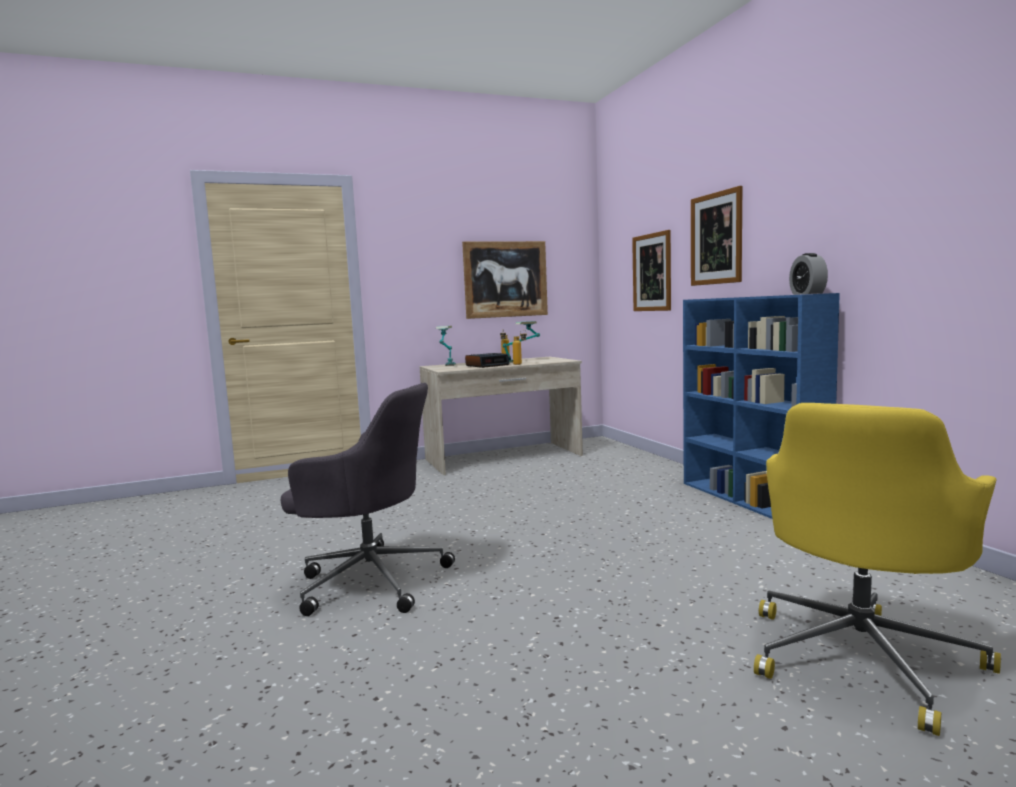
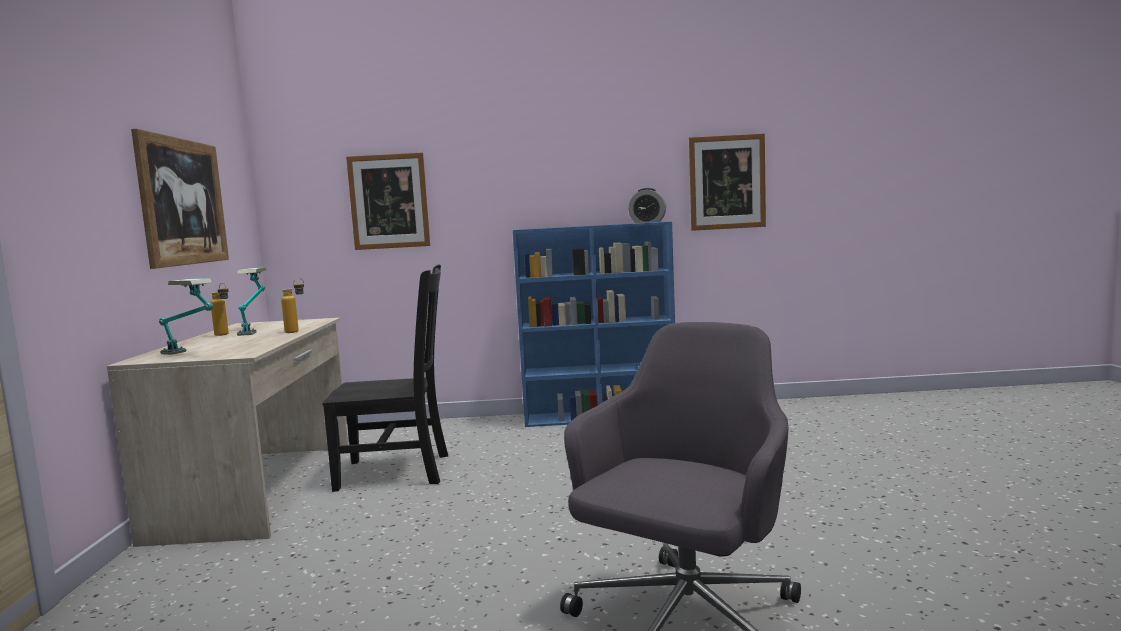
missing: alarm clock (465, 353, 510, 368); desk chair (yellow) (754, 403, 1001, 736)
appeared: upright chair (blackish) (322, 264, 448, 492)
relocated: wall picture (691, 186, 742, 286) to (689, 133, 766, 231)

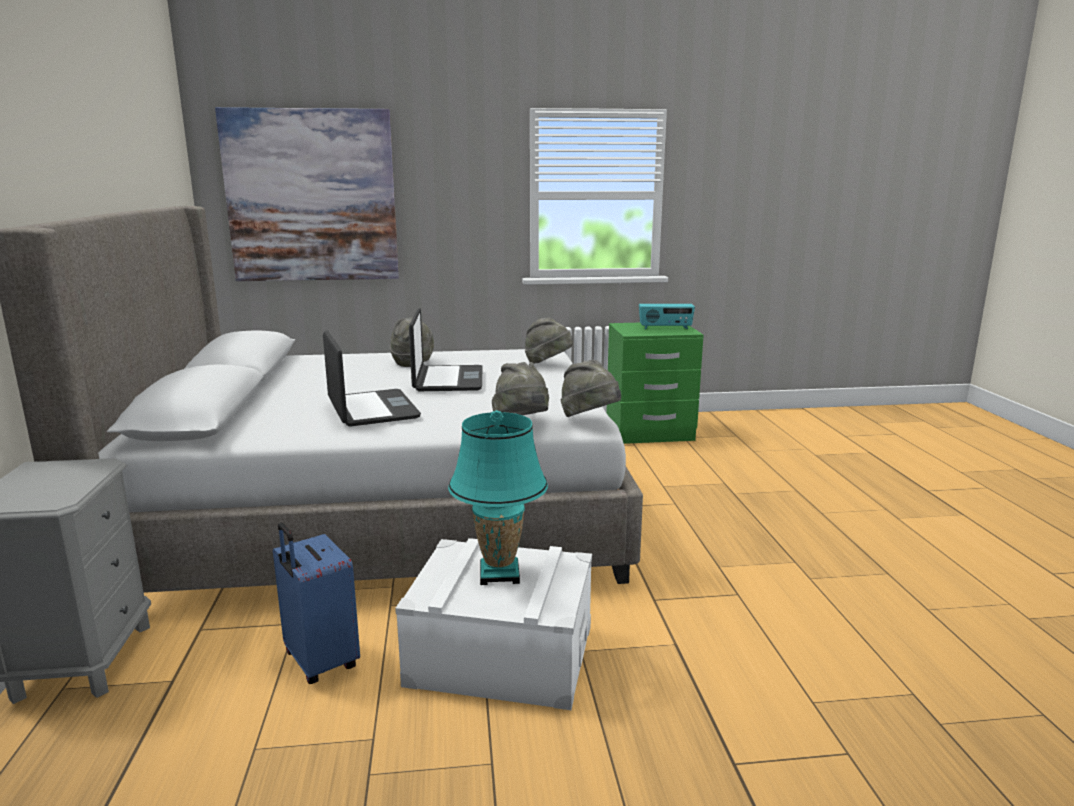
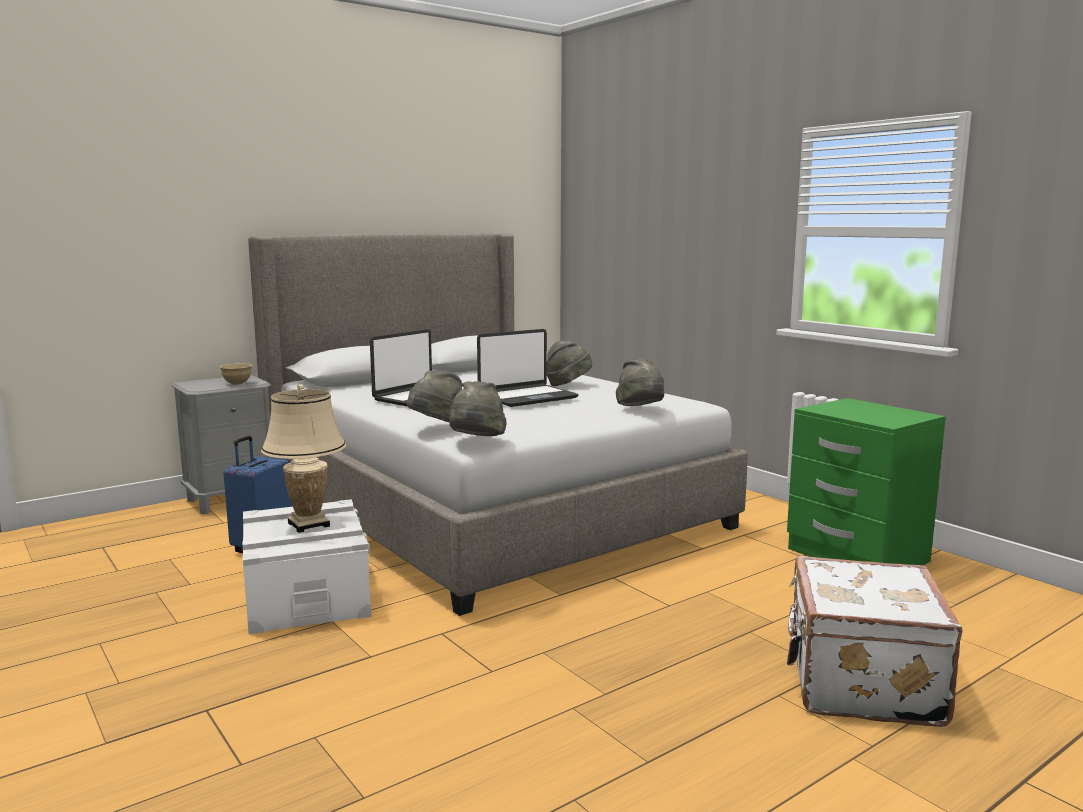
missing: wall picture (215, 107, 399, 281); radio set (639, 304, 695, 329)
appeared: serving bowl (beige-coloured) (219, 363, 253, 385); piece of luggage (whitish) (787, 556, 962, 727)
colour: lamp for a table (blue-green) (448, 410, 548, 585) to lamp for a table (beige-coloured) (261, 384, 346, 533)

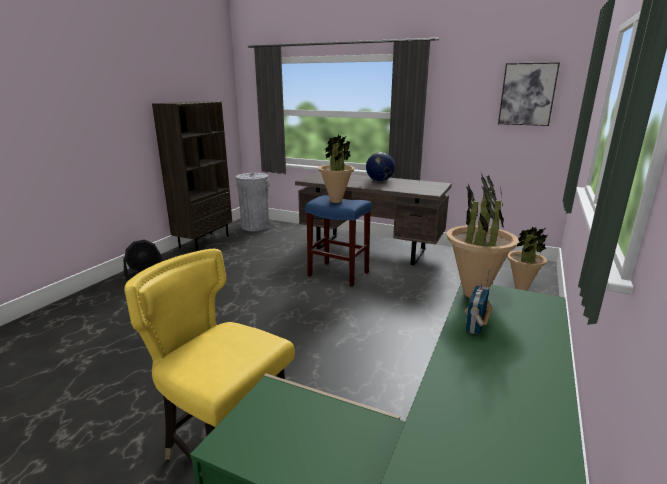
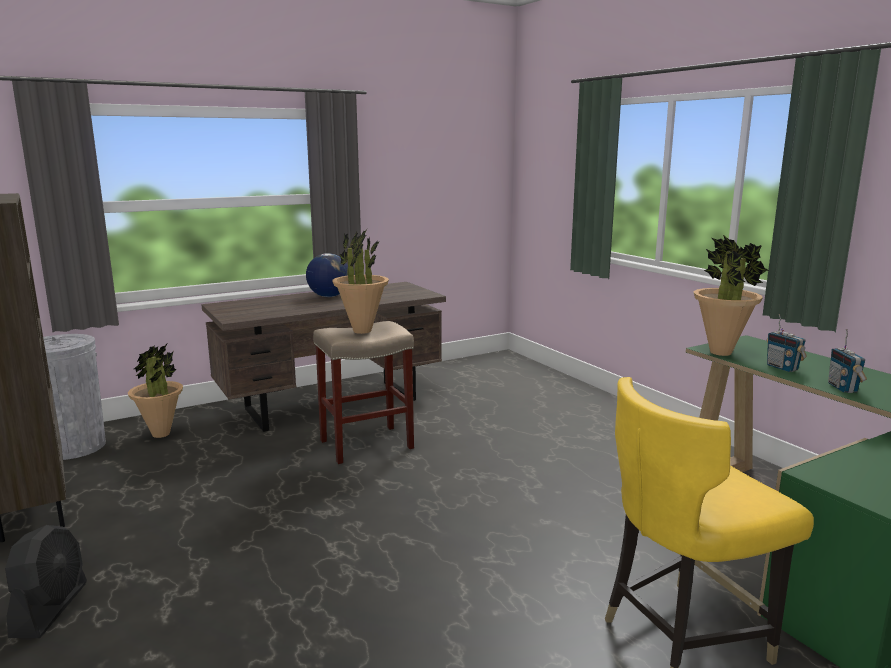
missing: wall picture (498, 62, 560, 126)
appeared: radio set (828, 329, 867, 393)
relocated: plant in a pot (507, 227, 548, 291) to (128, 344, 183, 438)
colour: stool (bluish) (305, 195, 372, 287) to stool (beige-coloured) (313, 321, 414, 464)

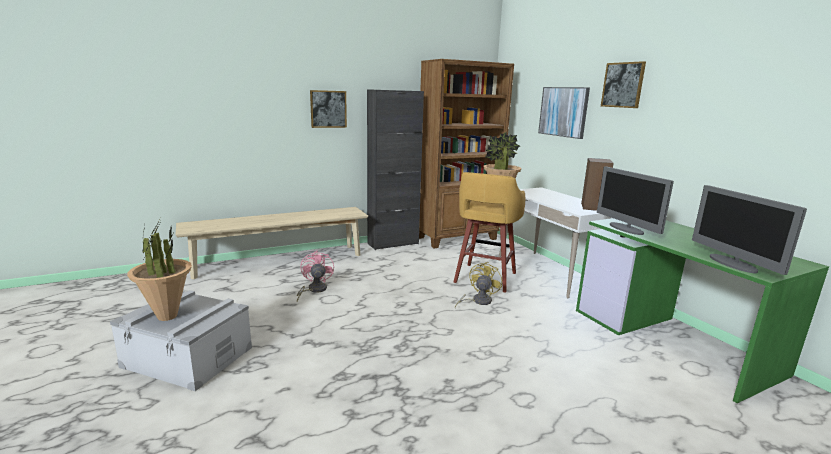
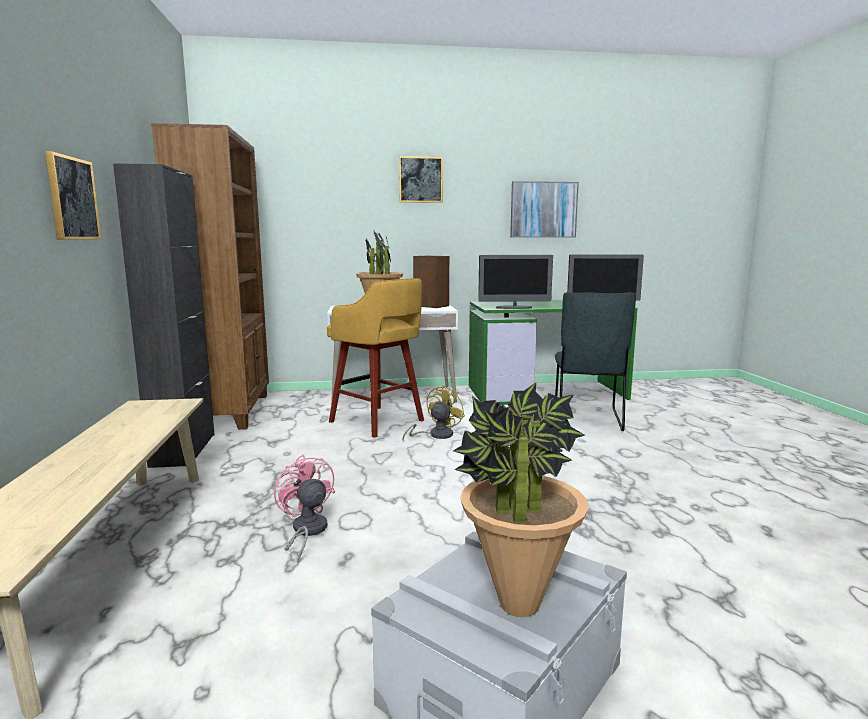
appeared: upright chair (grey) (555, 292, 636, 431)
relocated: wall picture (538, 87, 590, 139) to (510, 181, 579, 238)
spun: fan (pinkish) (297, 250, 334, 301) = (274, 454, 335, 562) 45 degrees clockwise; fan (yellow) (455, 262, 502, 308) = (402, 385, 465, 440) 75 degrees clockwise

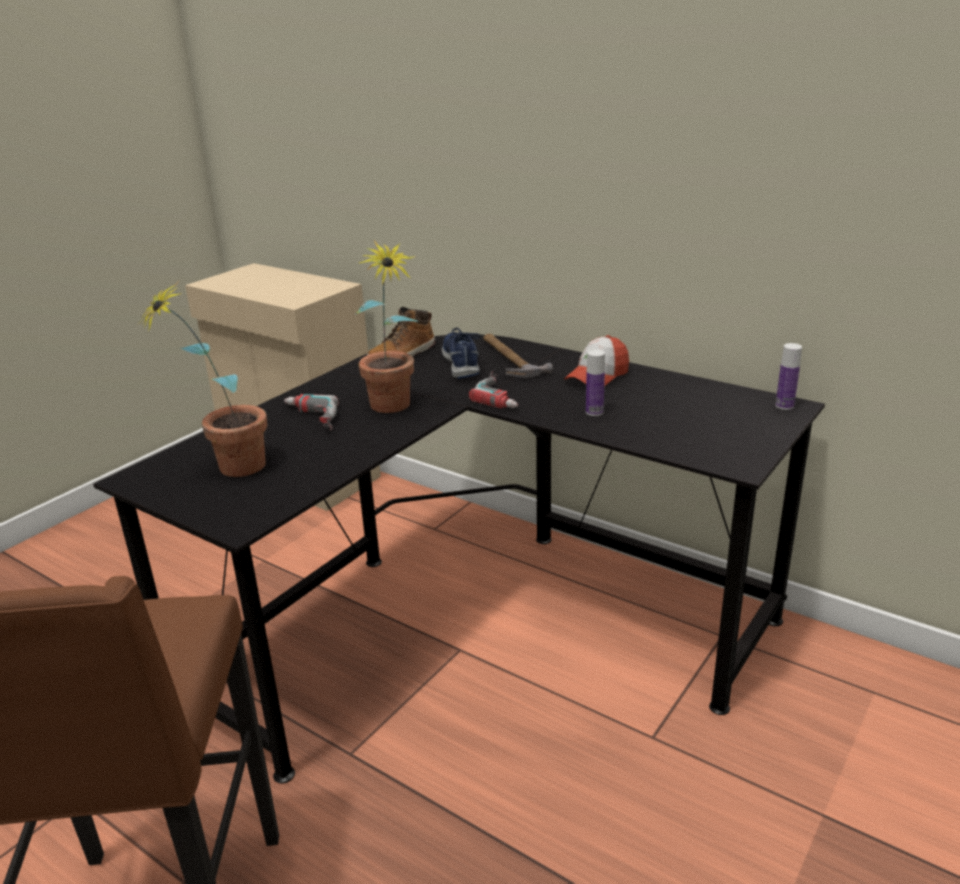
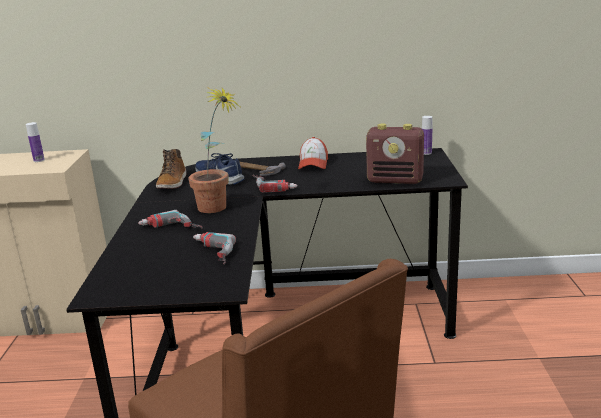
missing: plant in a pot (137, 281, 267, 477)
appeared: electric drill (193, 232, 236, 265); radio set (366, 123, 424, 184)
relocated: drink bottle (586, 350, 605, 416) to (26, 122, 45, 162)

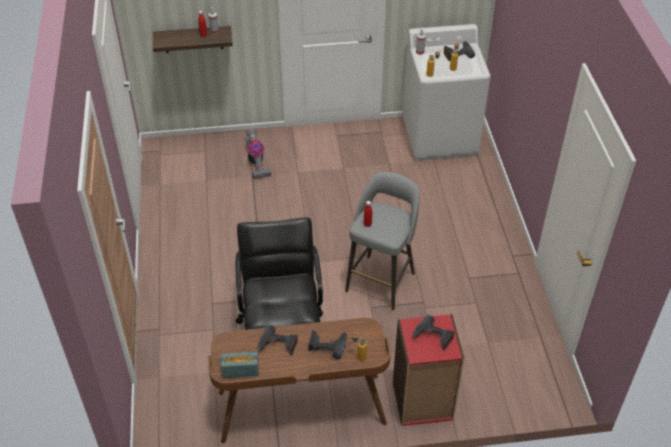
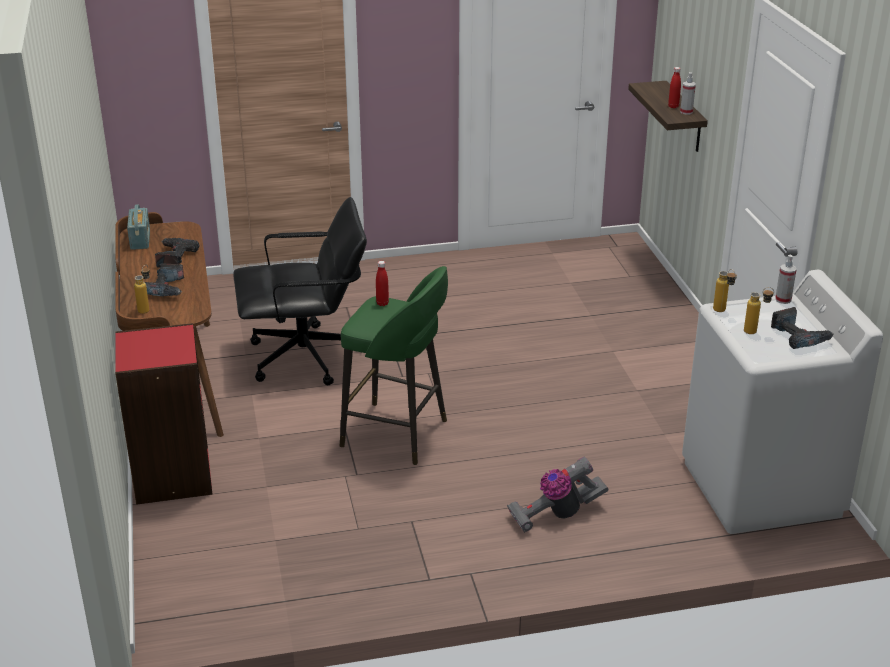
missing: electric drill (412, 315, 454, 350)
relocated: hoover (245, 129, 271, 179) to (507, 456, 609, 533)
colour: stool (grey) (345, 172, 420, 310) to stool (green-coloured) (340, 266, 448, 465)

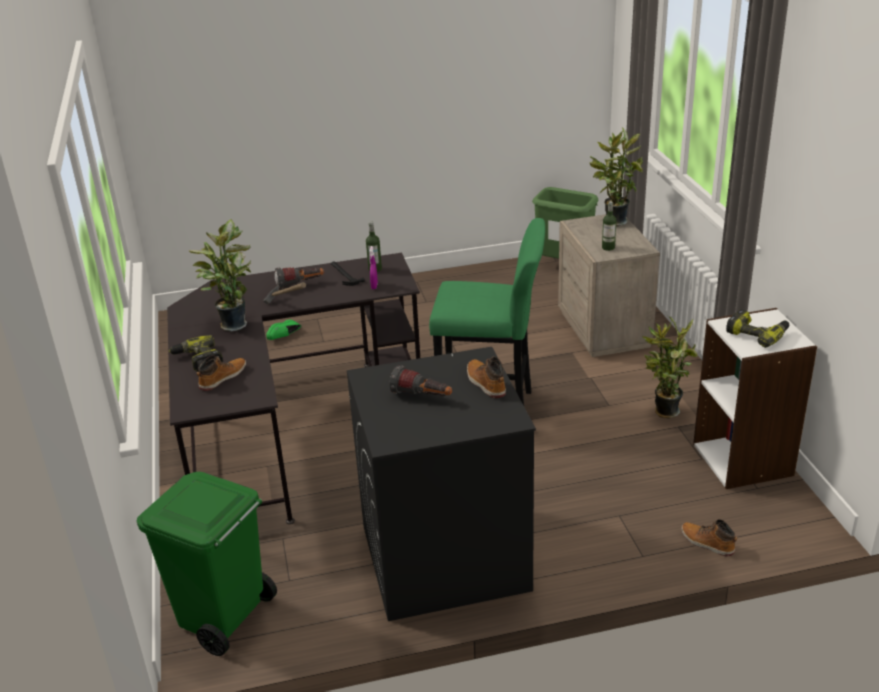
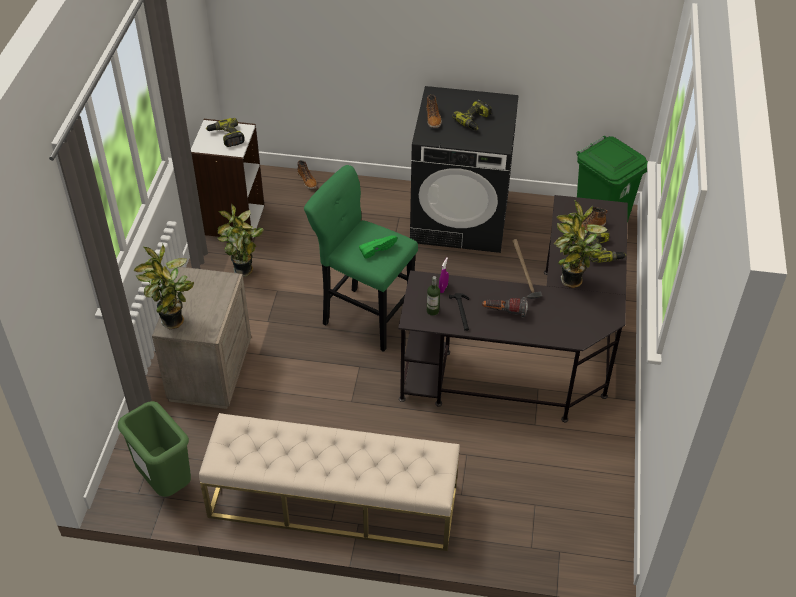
missing: drink bottle (602, 201, 616, 251)
appeared: bench (beige-coloured) (199, 413, 460, 551)
relocated: low shoe (green-coloured) (266, 319, 301, 340) to (359, 236, 397, 259)
exchanged: flashlight (390, 365, 452, 396) to electric drill (452, 99, 491, 130)

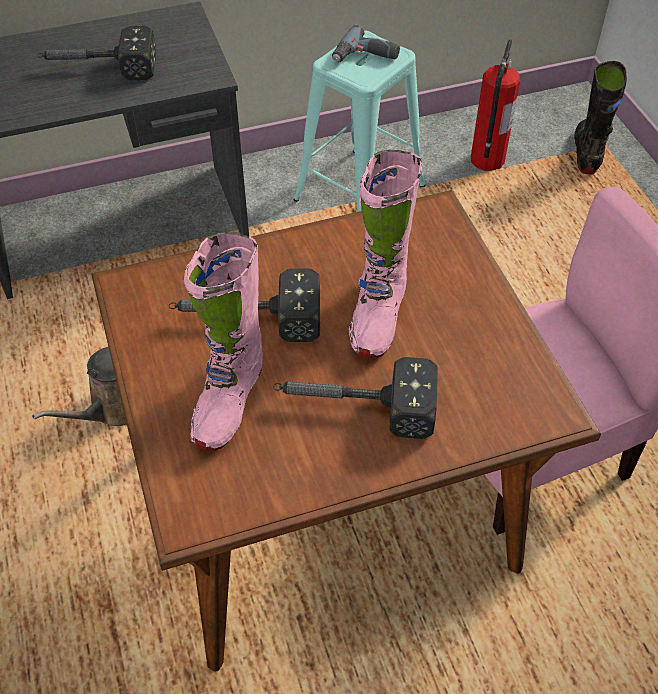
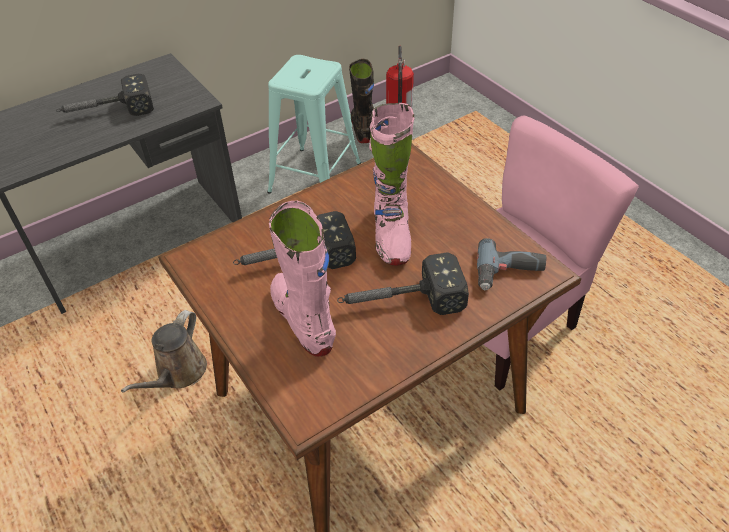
relocated: boot (blackish) (574, 61, 627, 175) to (349, 59, 374, 143); electric drill (332, 25, 400, 62) to (477, 238, 546, 290)
spun: boot (pinkish) (184, 232, 263, 451) = (269, 201, 336, 357) 150 degrees clockwise

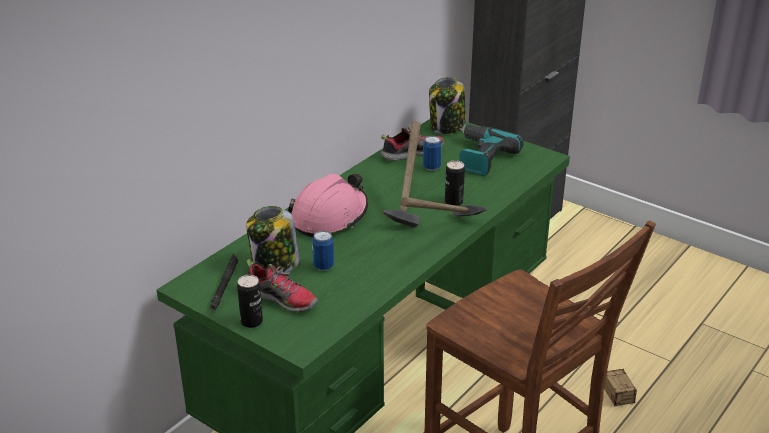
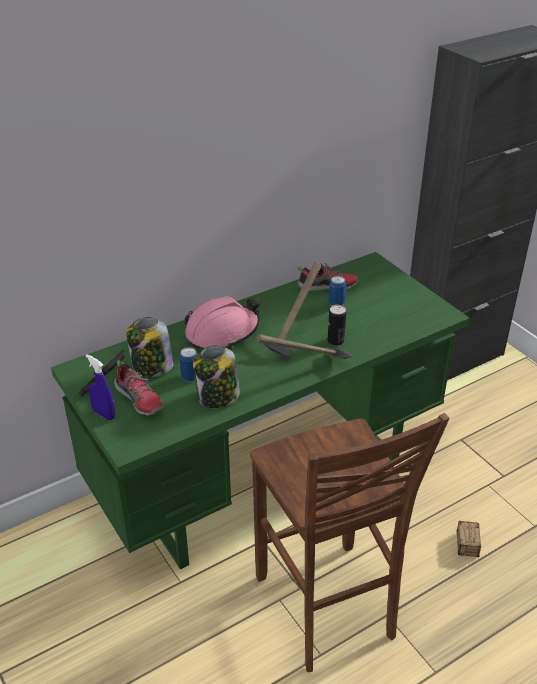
missing: electric drill (459, 125, 524, 176)
relocated: jar (429, 77, 466, 134) to (193, 345, 240, 408)
exchanged: sealed can (237, 275, 263, 328) to sprayer (bluish) (86, 354, 115, 420)

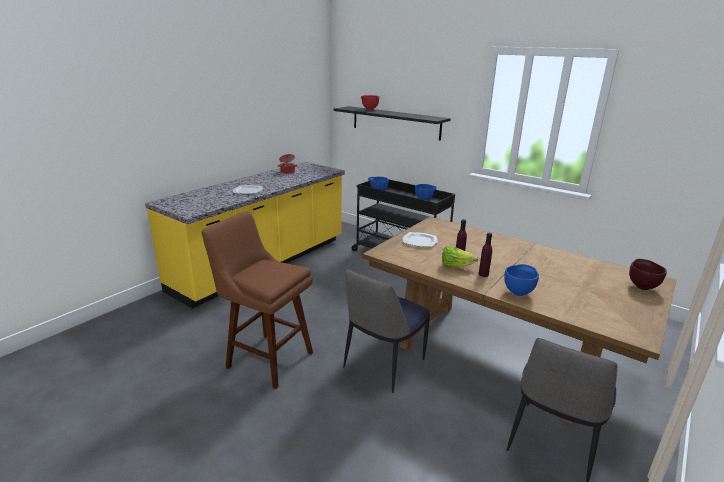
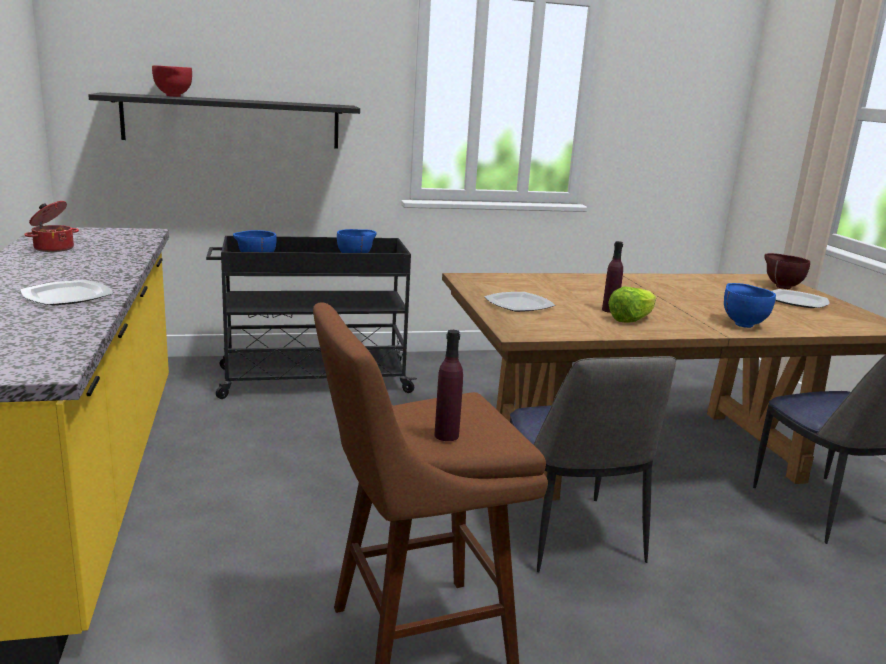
appeared: plate (772, 289, 830, 308)
relocated: drink bottle (purple-coloured) (479, 233, 492, 277) to (434, 330, 463, 441)

